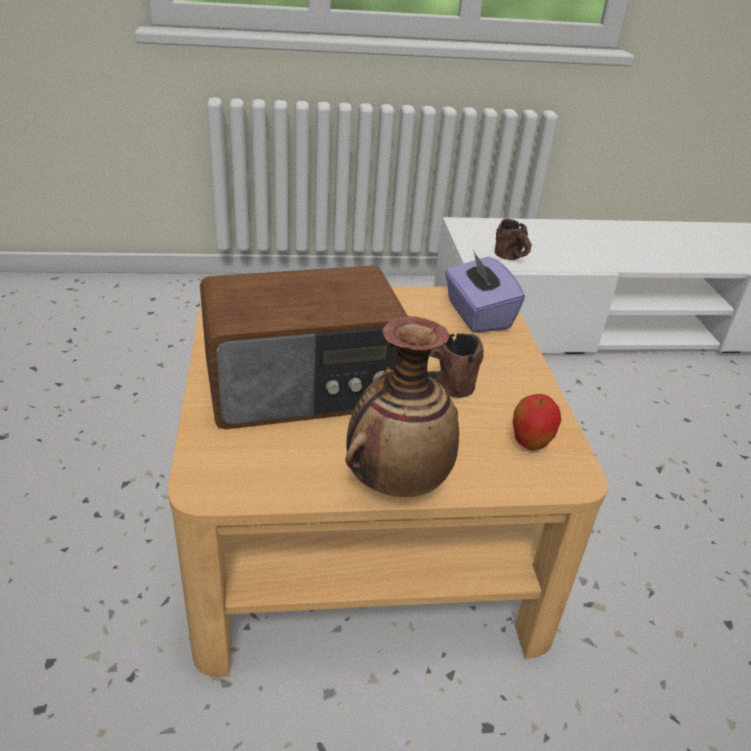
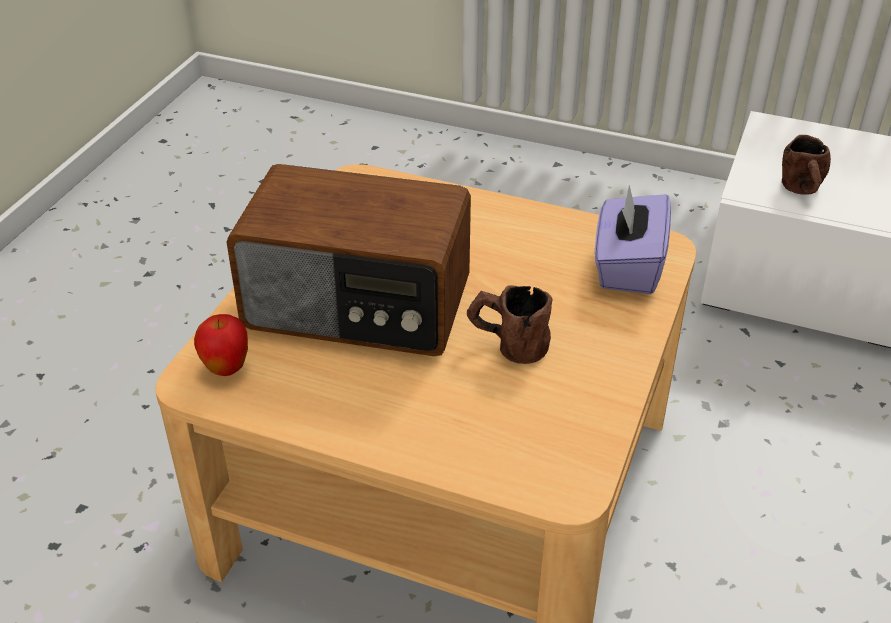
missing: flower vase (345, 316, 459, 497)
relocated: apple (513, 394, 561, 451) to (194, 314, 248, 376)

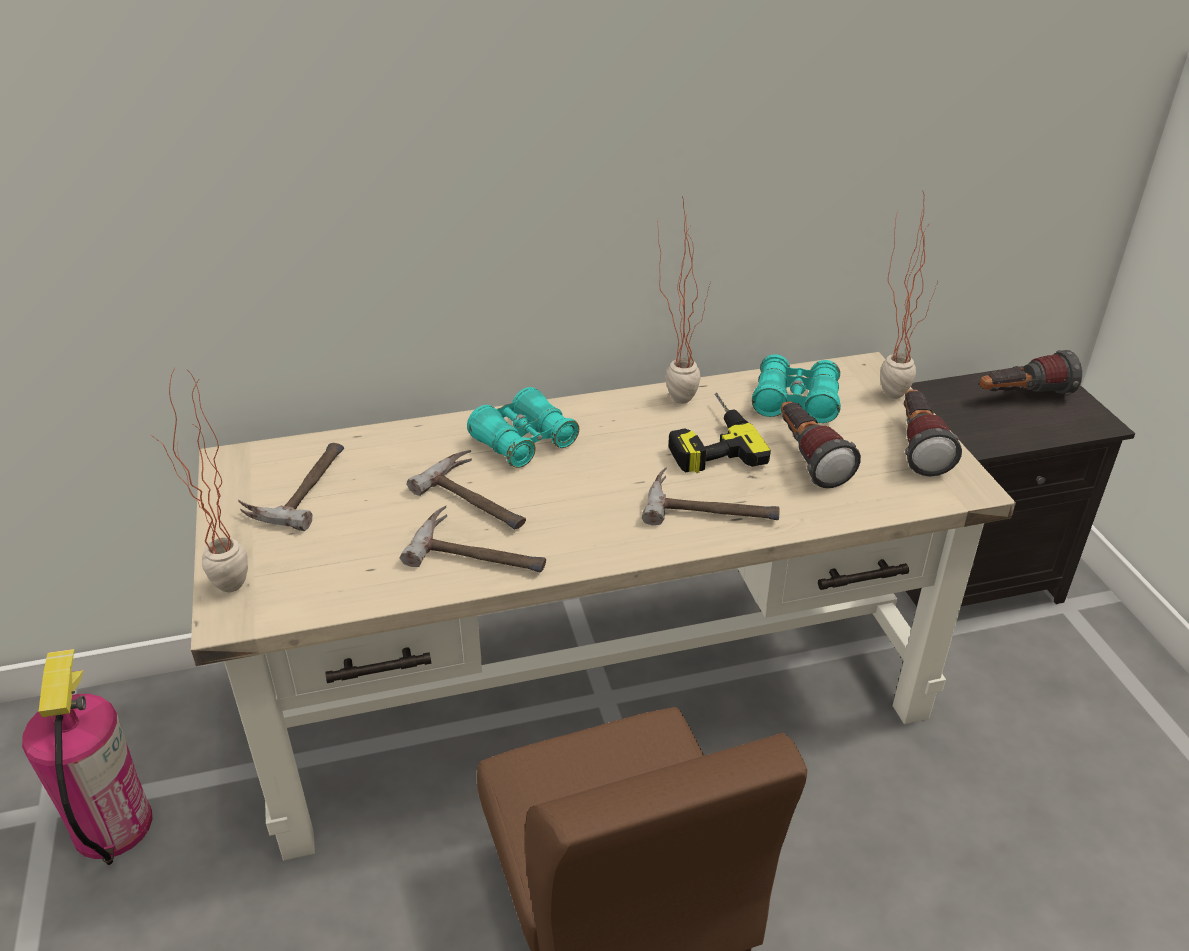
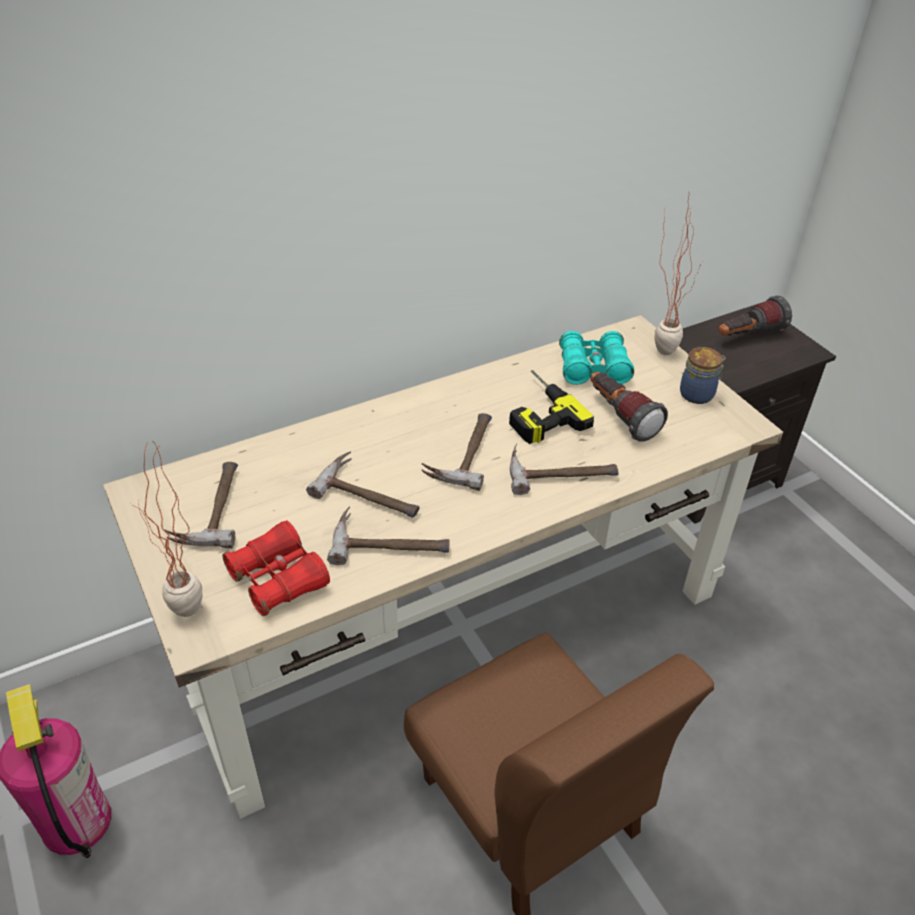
missing: binoculars (blue-green) (467, 387, 579, 468); plant in a pot (657, 197, 710, 404)
appeared: binoculars (red) (222, 520, 330, 616); hammer (422, 413, 492, 491)
exchanged: flashlight (903, 389, 962, 476) to jar (680, 347, 726, 404)

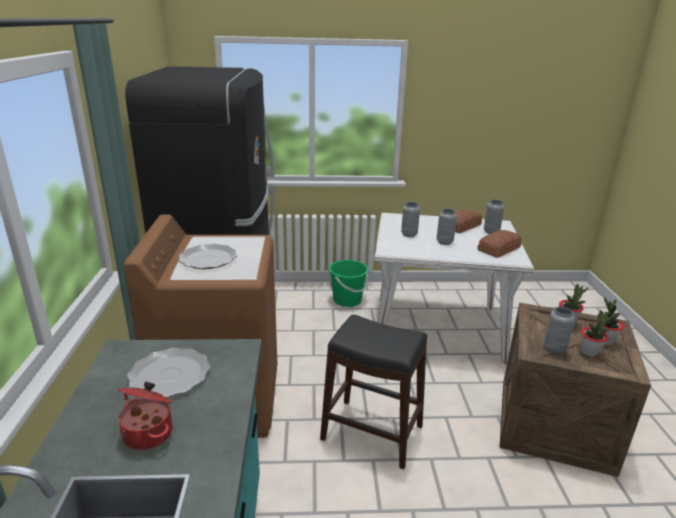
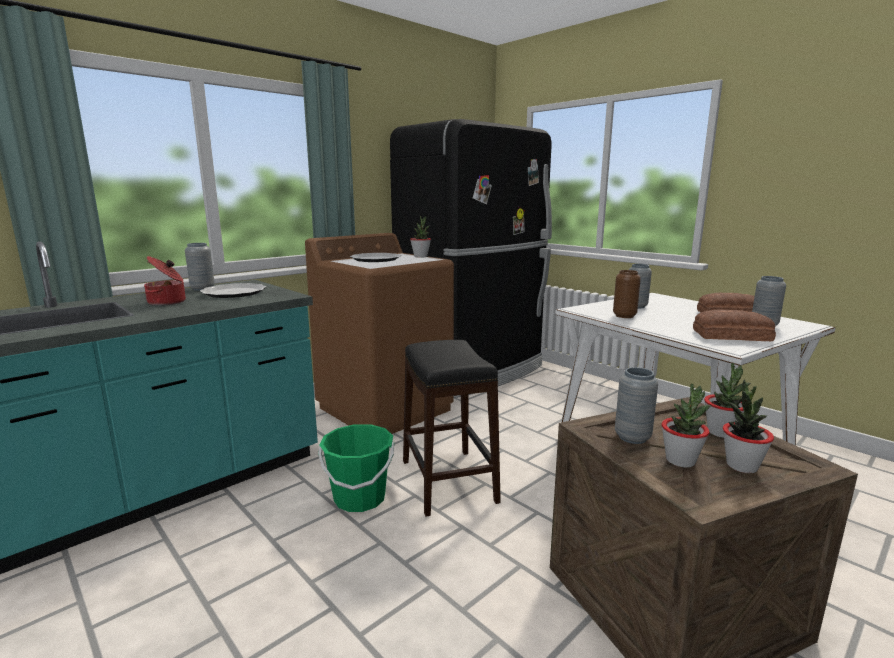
appeared: plant in a pot (410, 216, 431, 258); flower vase (brown-coloured) (613, 270, 641, 318)
relocated: flower vase (grey) (437, 209, 457, 245) to (185, 243, 215, 291); pail (green-coloured) (329, 260, 369, 307) to (318, 424, 394, 512)

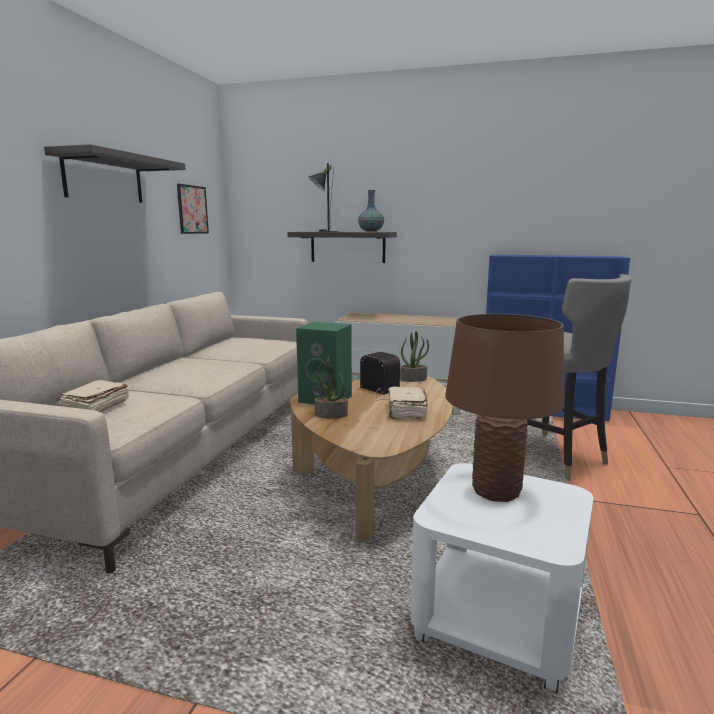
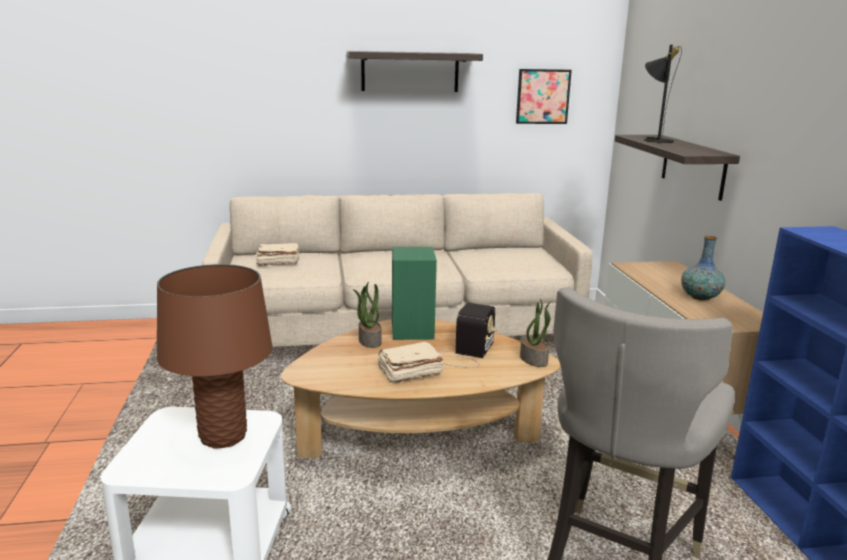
relocated: flower vase (358, 190, 384, 232) to (681, 236, 725, 301)

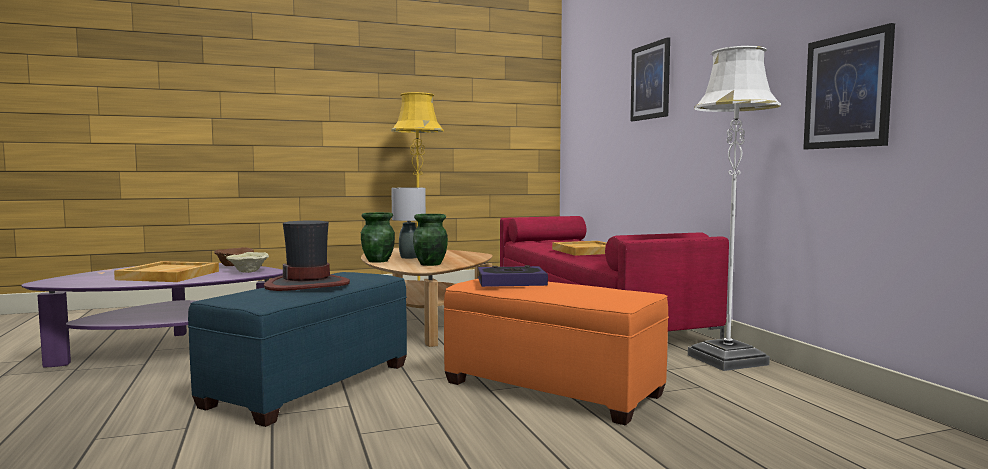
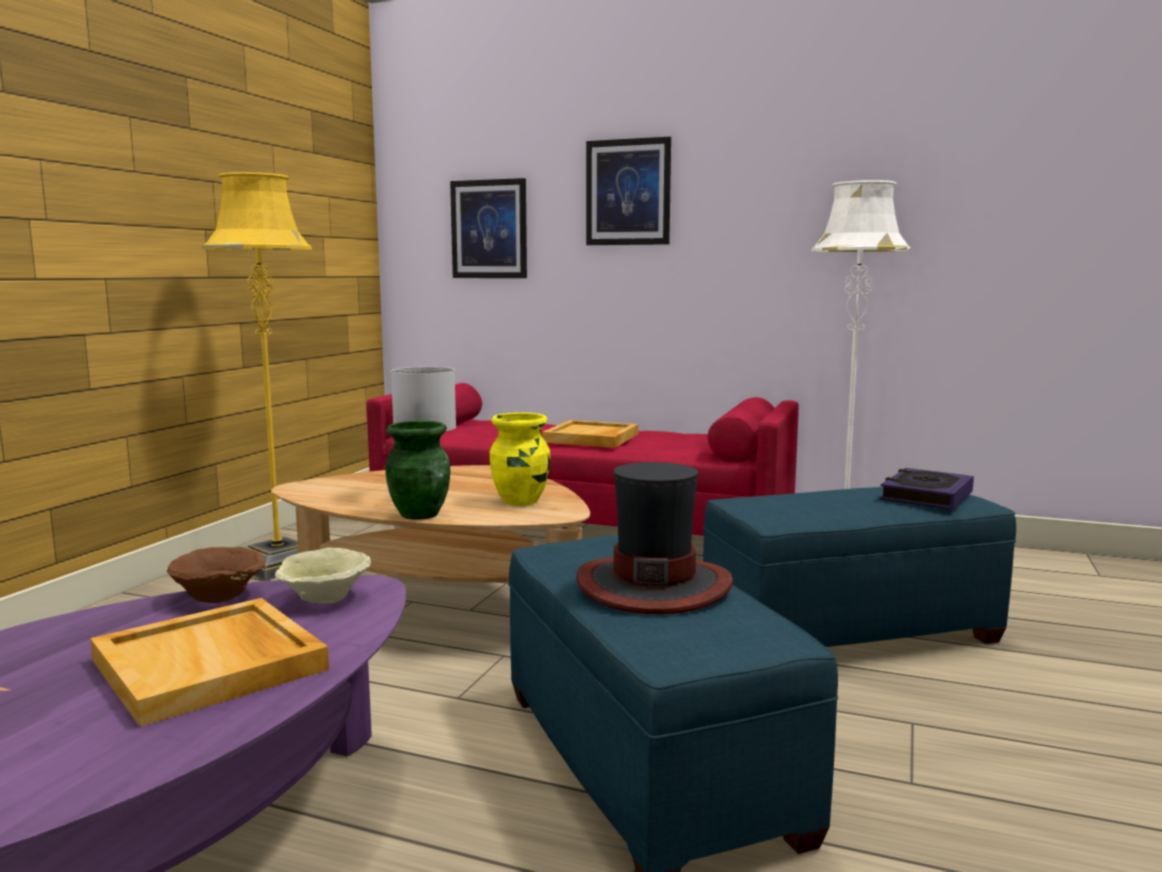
relocated: wall picture (803, 23, 895, 149) to (450, 178, 527, 278); bound book (478, 265, 548, 287) to (880, 468, 974, 510)
colour: flower vase (green-coloured) (413, 214, 448, 266) to flower vase (yellow) (490, 412, 550, 506); footrest (orangey) (444, 279, 669, 425) to footrest (bluish) (703, 487, 1016, 647)

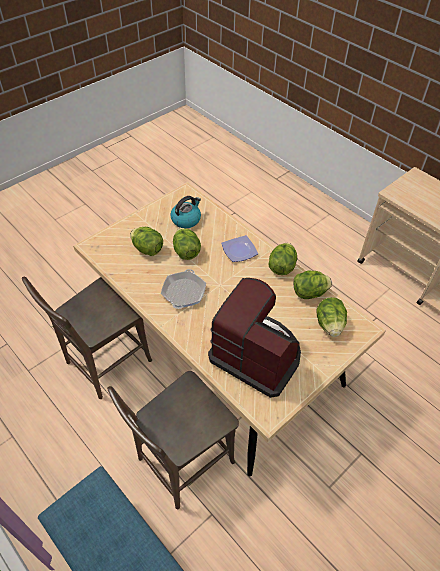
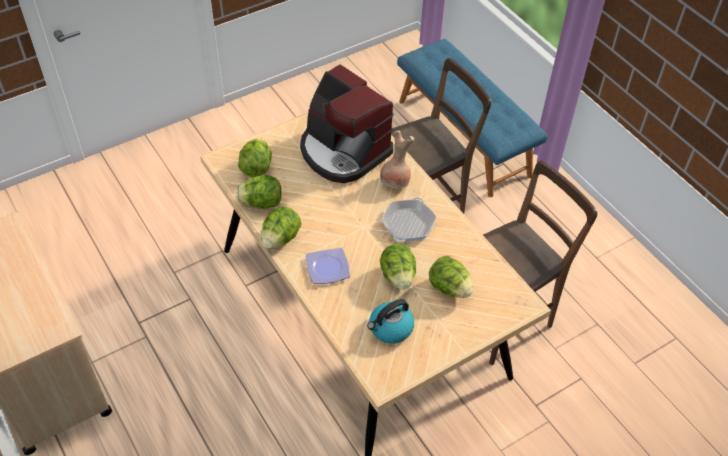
appeared: flower vase (brown-coloured) (380, 130, 414, 189)

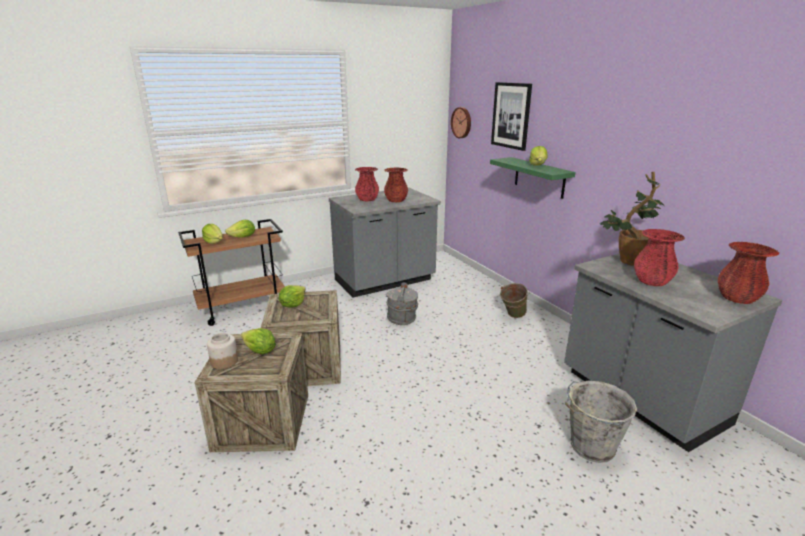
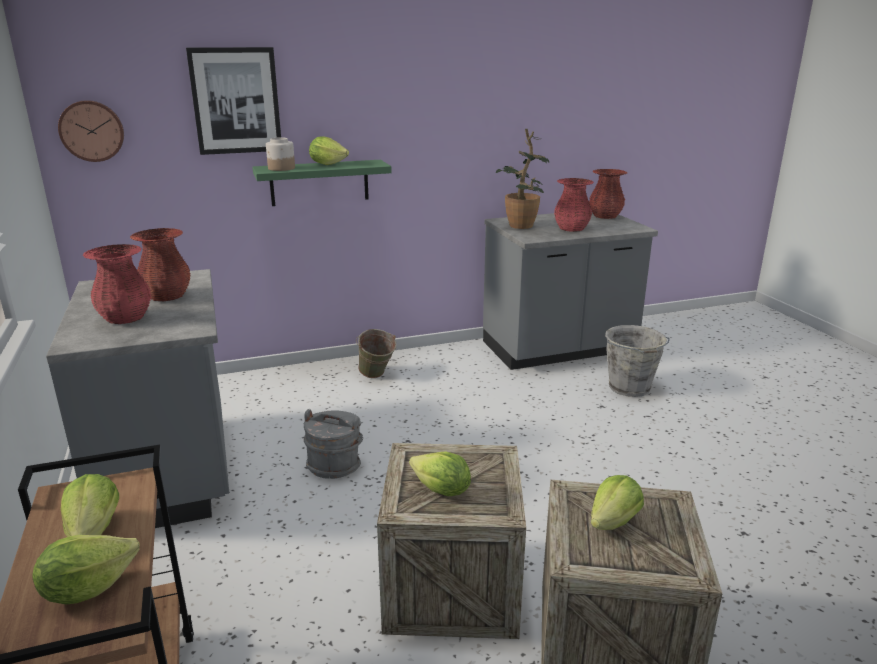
relocated: jar (207, 333, 238, 369) to (266, 137, 295, 171)

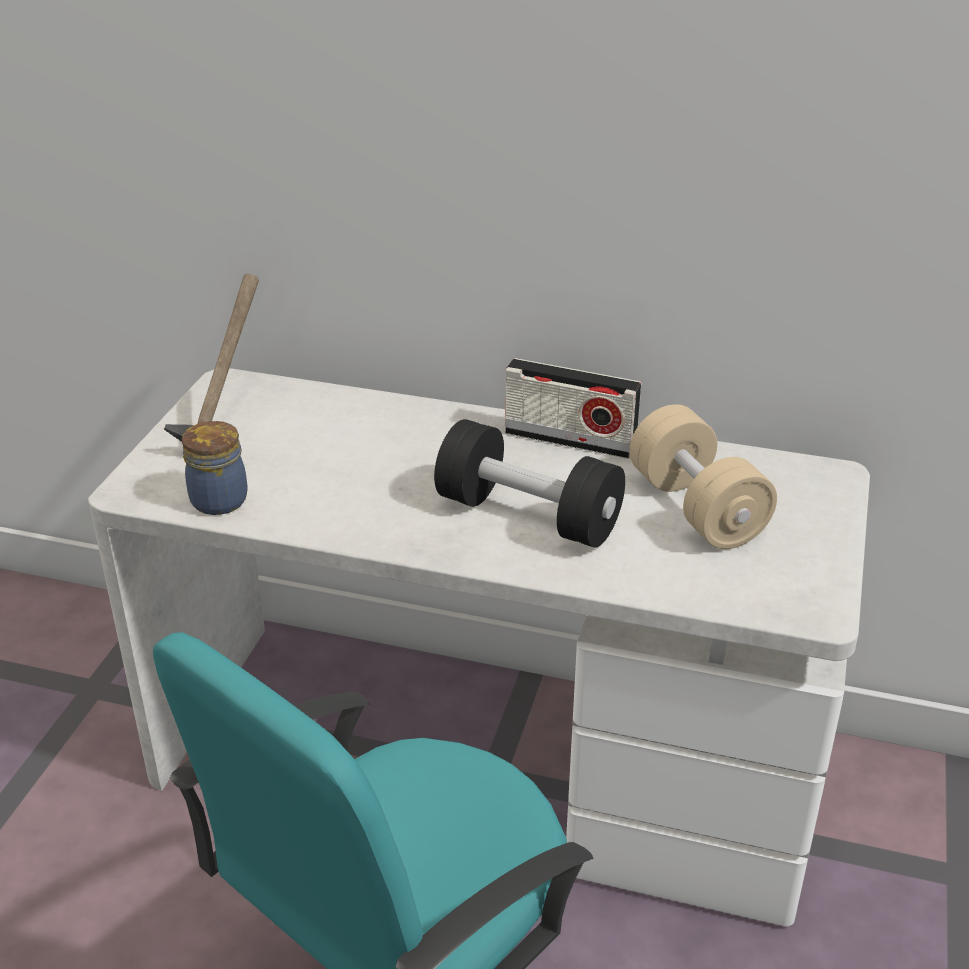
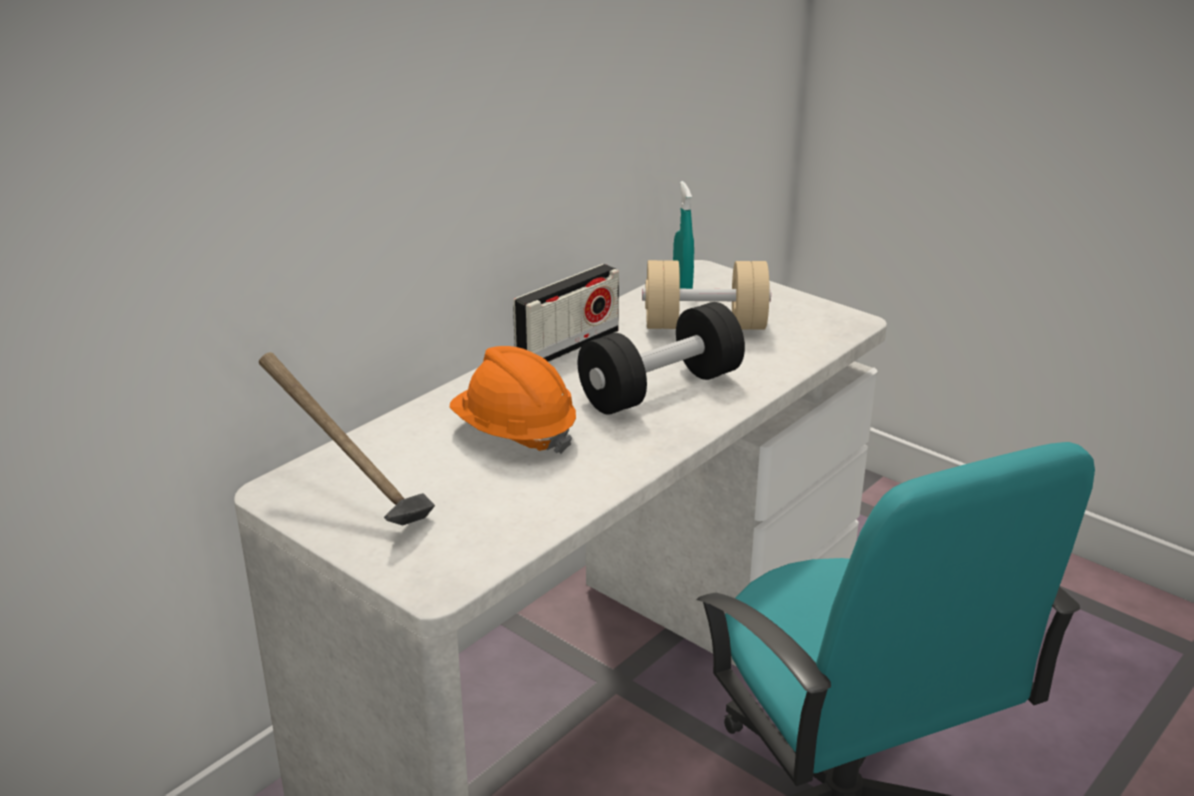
missing: jar (182, 421, 248, 515)
appeared: work helmet (orangey) (450, 346, 576, 454); sprayer (blue-green) (673, 181, 694, 289)

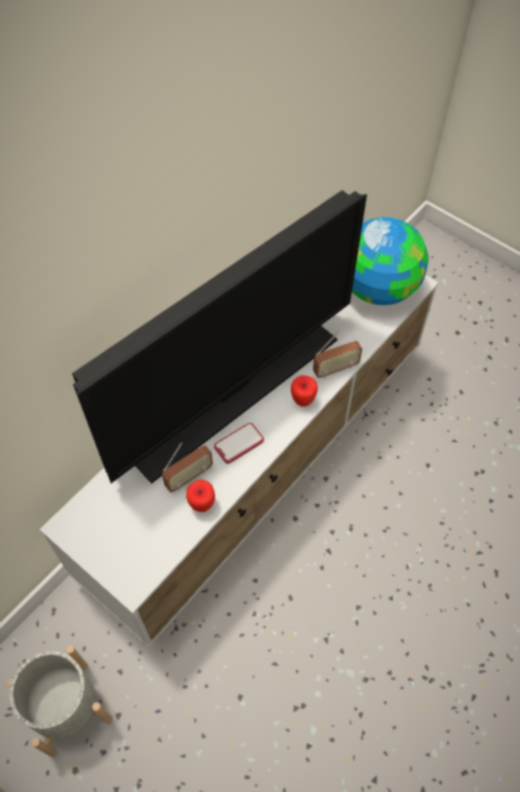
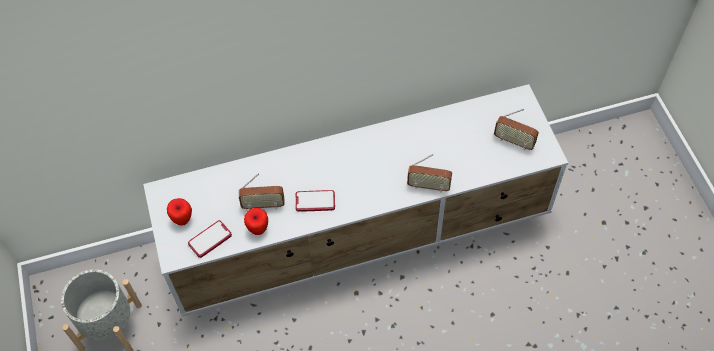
missing: television (72, 190, 367, 484)
appeared: handset (188, 220, 232, 258)
relocated: apple (291, 375, 318, 406) to (167, 198, 192, 225)
exchanged: desk globe (352, 217, 429, 305) to radio set (494, 109, 539, 150)

